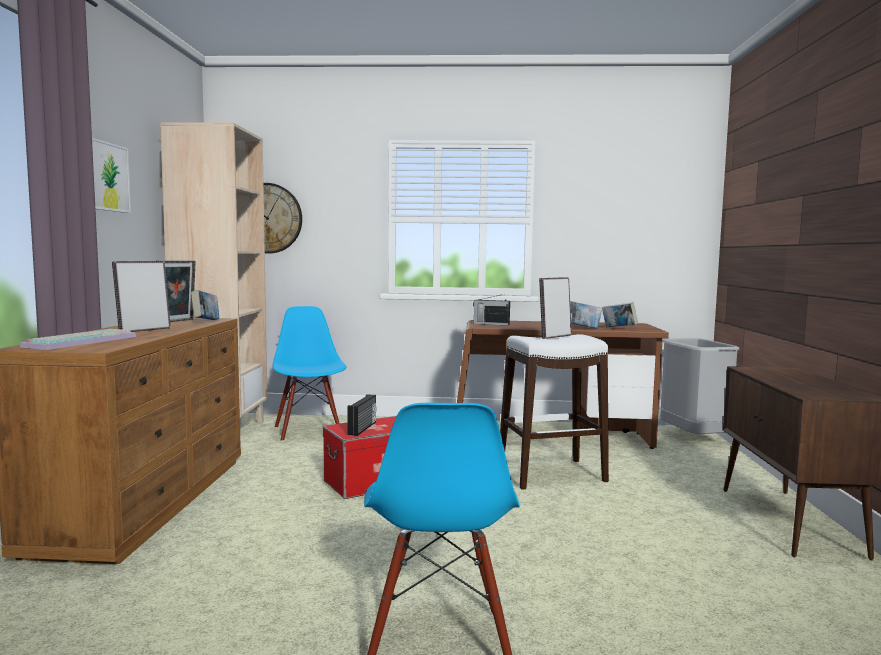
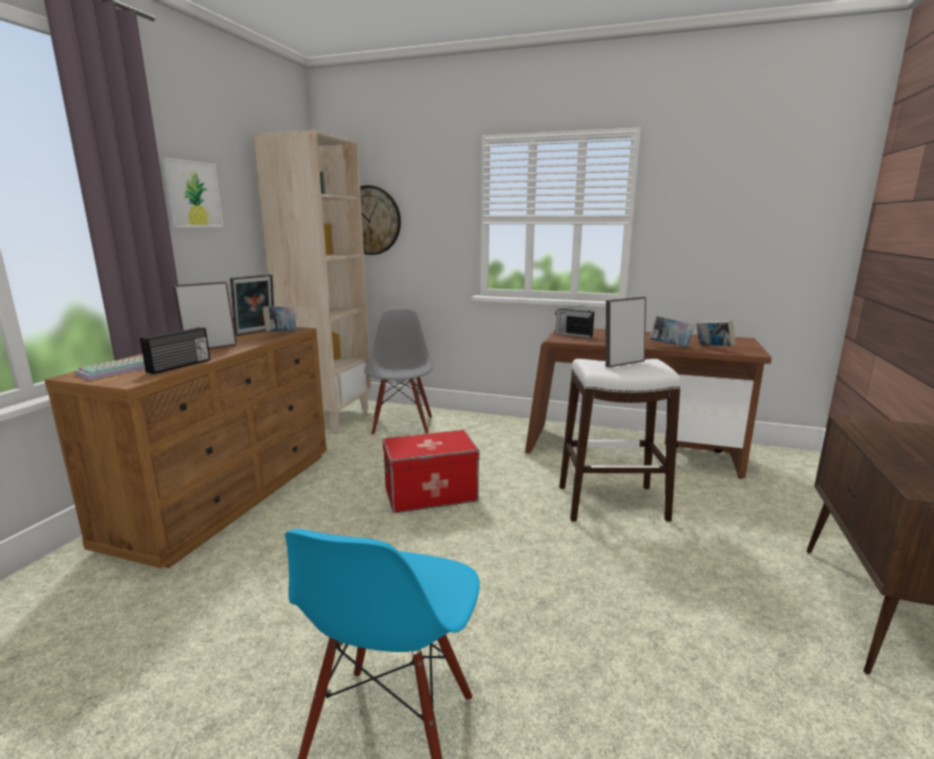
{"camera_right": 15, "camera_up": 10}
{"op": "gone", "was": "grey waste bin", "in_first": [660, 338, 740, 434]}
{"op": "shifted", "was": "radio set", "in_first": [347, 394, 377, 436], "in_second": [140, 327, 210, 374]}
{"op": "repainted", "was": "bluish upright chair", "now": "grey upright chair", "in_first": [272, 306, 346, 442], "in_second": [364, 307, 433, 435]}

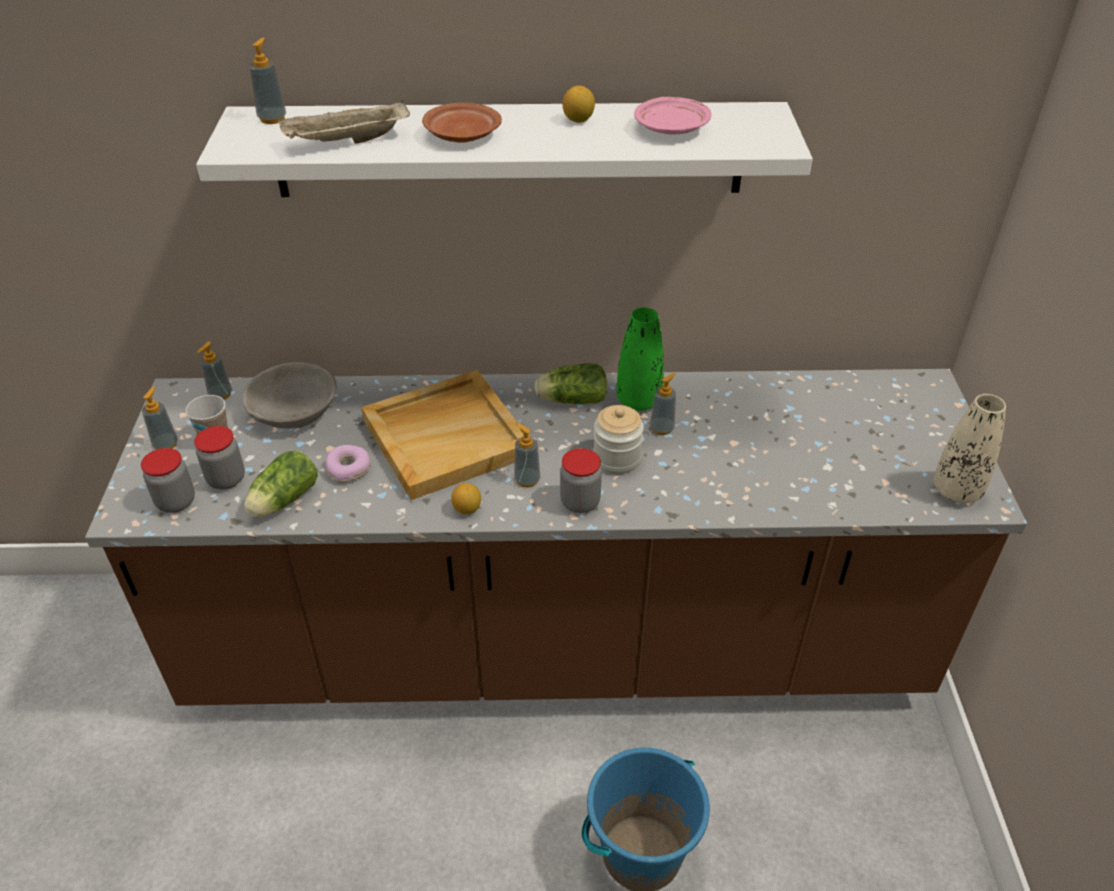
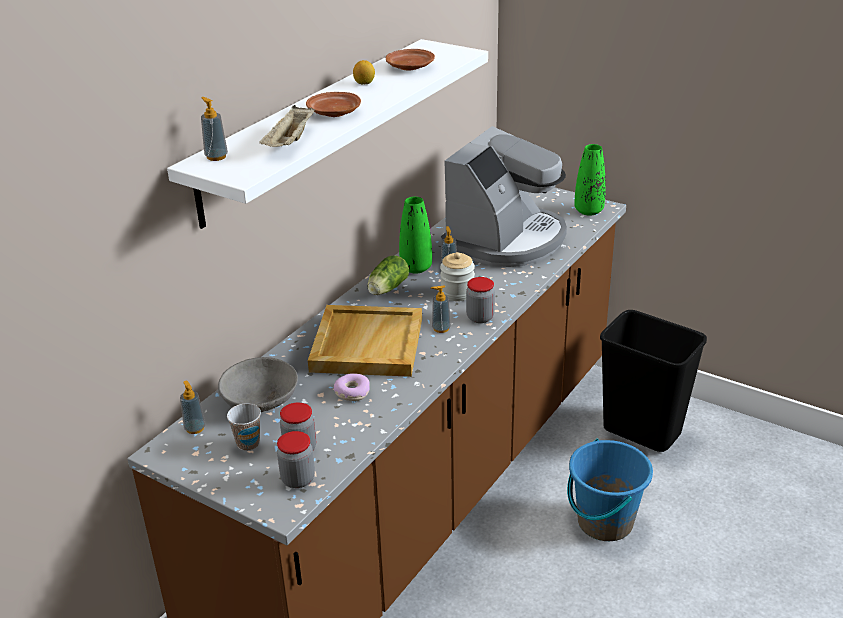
{"camera_right": -55, "camera_up": -10}
{"op": "gone", "was": "soap bottle", "in_first": [142, 386, 178, 449]}
{"op": "gone", "was": "head of lettuce", "in_first": [244, 450, 318, 517]}
{"op": "gone", "was": "citrus fruit", "in_first": [451, 483, 481, 515]}
{"op": "new", "now": "coffee brewer", "in_second": [441, 126, 567, 267]}
{"op": "new", "now": "blackish waste bin", "in_second": [600, 310, 707, 452]}
{"op": "repainted", "was": "pink flat dish", "now": "brown-coloured flat dish", "in_first": [634, 97, 711, 135], "in_second": [386, 49, 435, 71]}
{"op": "repainted", "was": "beige-coloured flower vase", "now": "green-coloured flower vase", "in_first": [934, 394, 1006, 503], "in_second": [574, 144, 606, 216]}

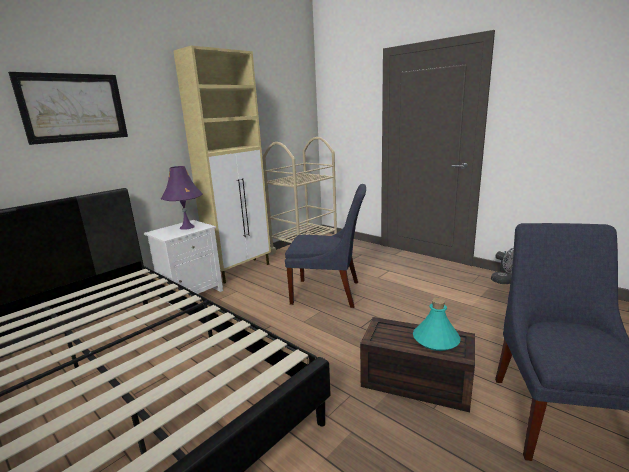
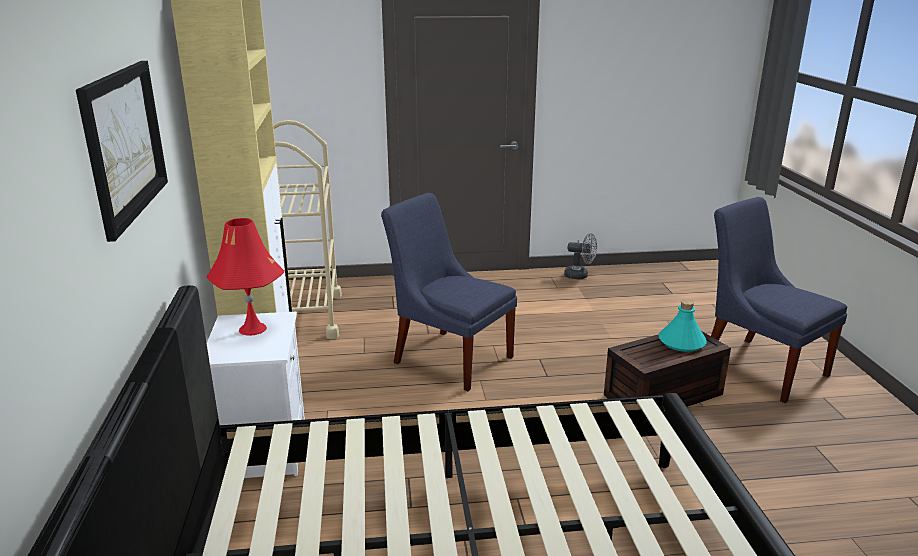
{"camera_right": -50, "camera_up": 5}
{"op": "repainted", "was": "purplish table lamp", "now": "red table lamp", "in_first": [161, 166, 203, 230], "in_second": [206, 218, 285, 336]}
{"op": "rotated", "was": "bluish upright chair", "in_first": [285, 184, 366, 308], "in_second": [381, 193, 517, 391], "clockwise": -105}

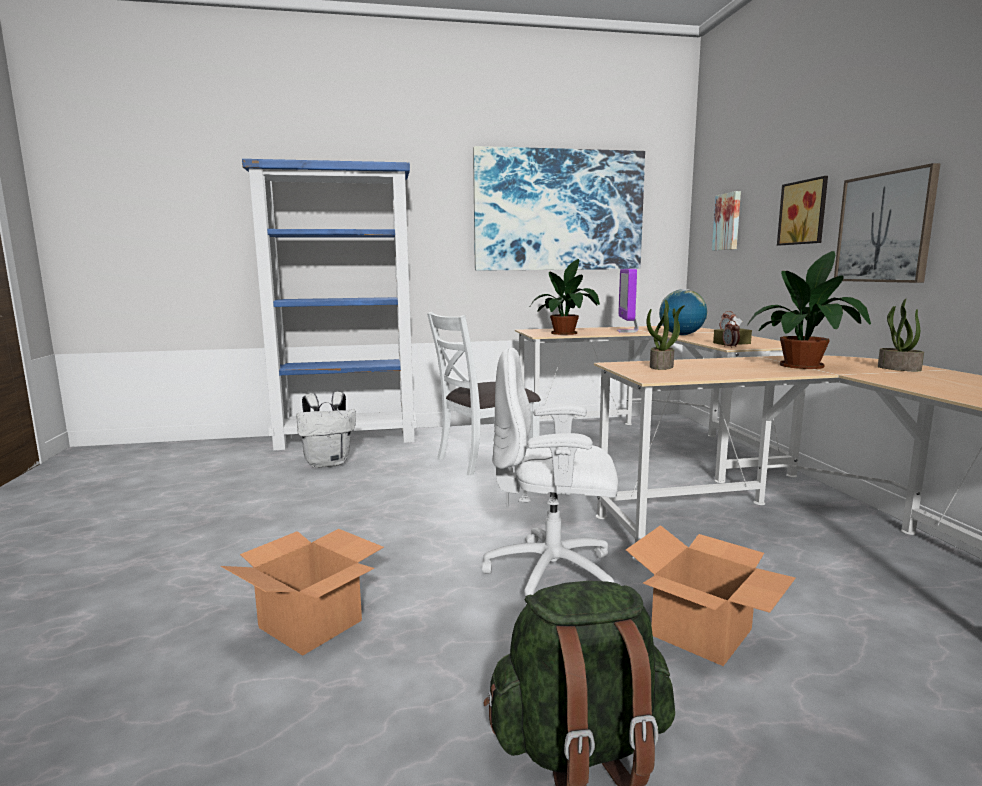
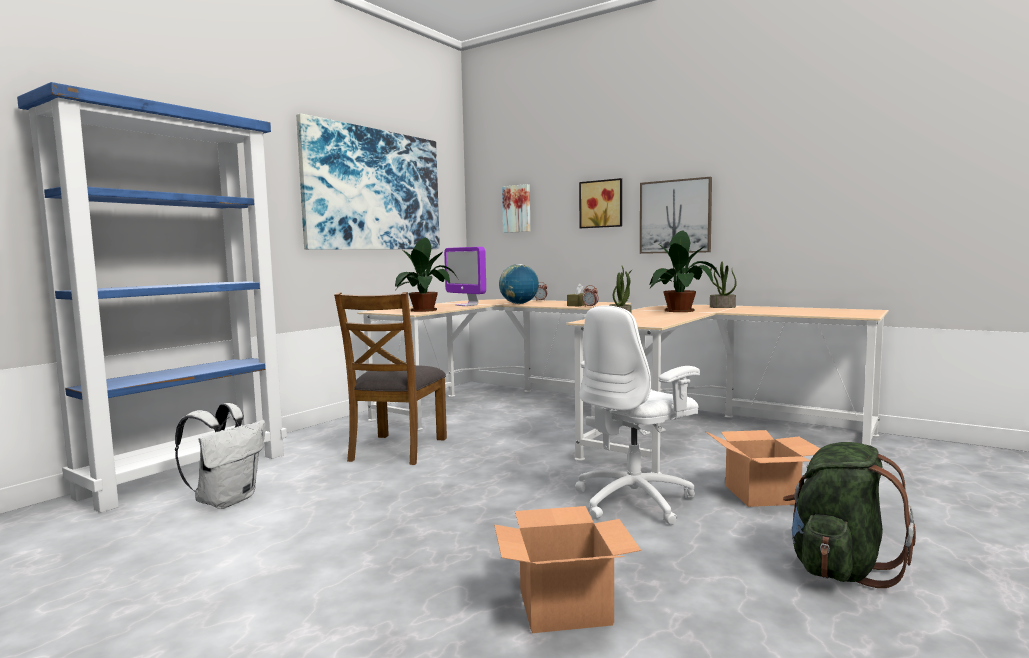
{"camera_right": -45, "camera_up": -5}
{"op": "repainted", "was": "whitish upright chair", "now": "brown-coloured upright chair", "in_first": [427, 312, 541, 476], "in_second": [334, 292, 447, 465]}

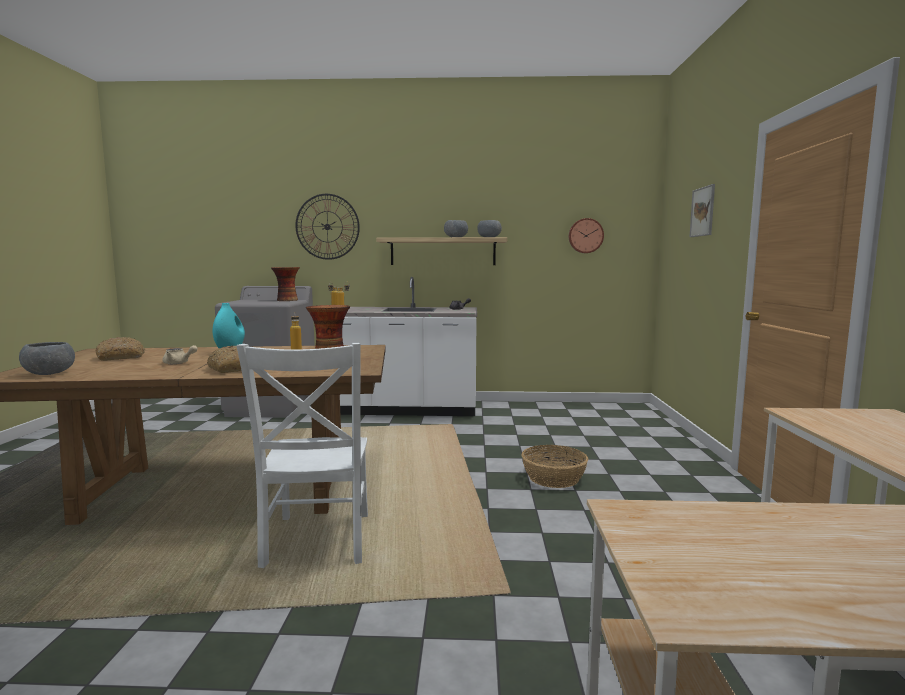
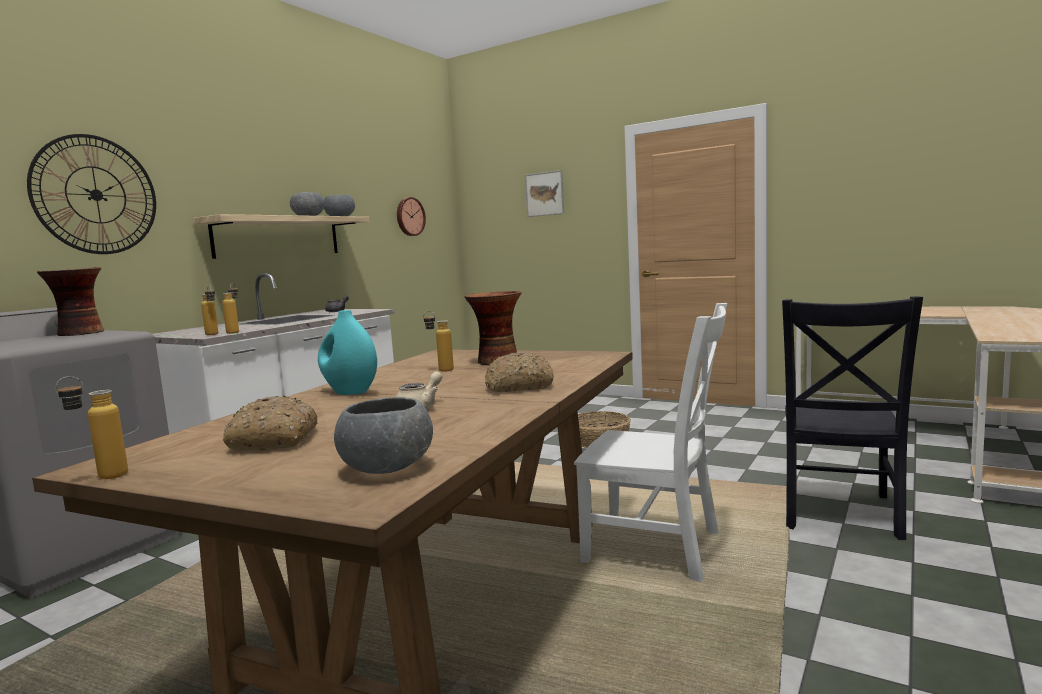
{"camera_right": -60, "camera_up": 0}
{"op": "new", "now": "bottle", "in_second": [55, 376, 128, 479]}
{"op": "new", "now": "blackish upright chair", "in_second": [782, 296, 923, 540]}

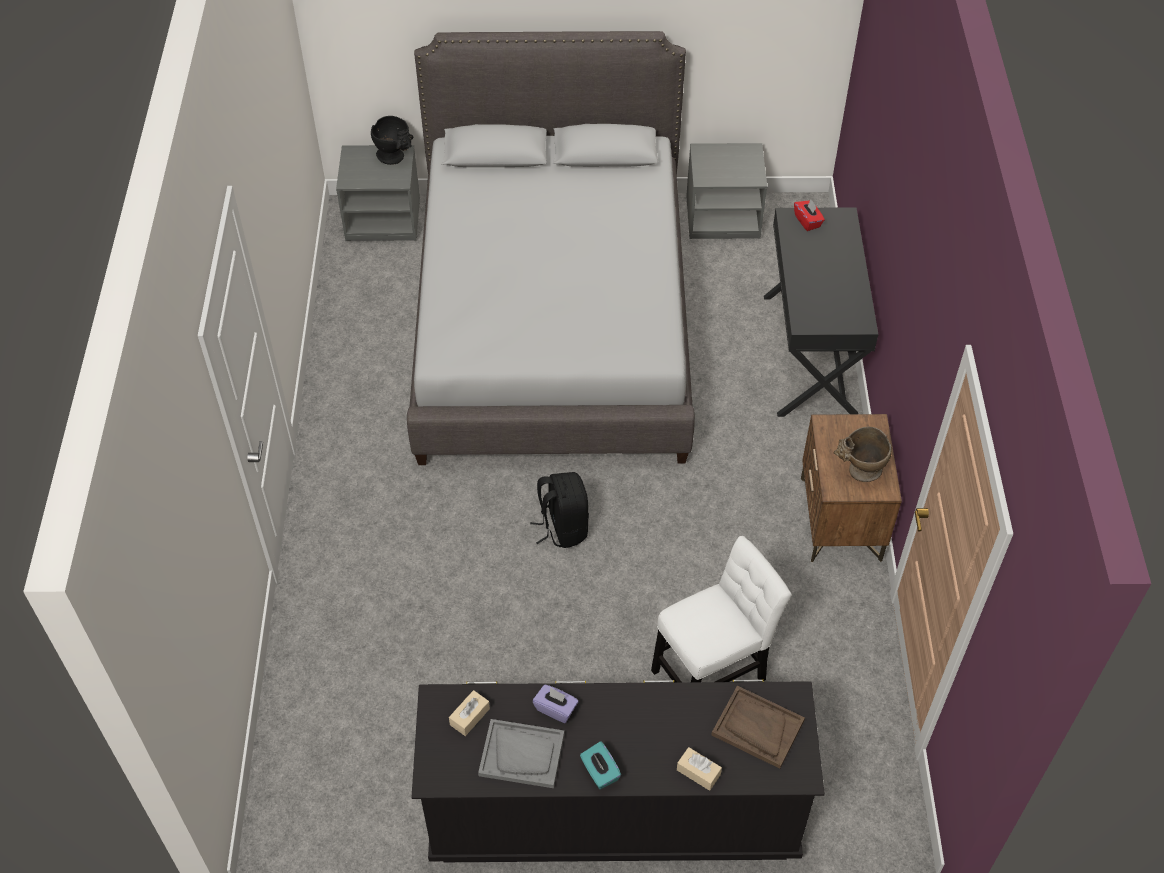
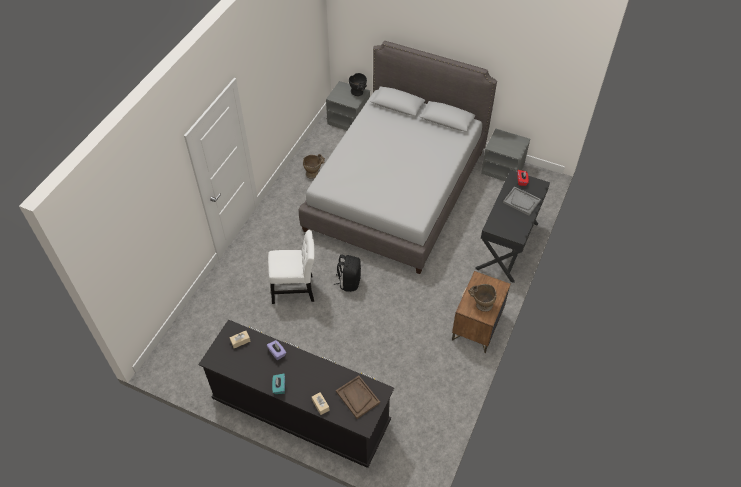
{"camera_right": 25, "camera_up": 0}
{"op": "new", "now": "beige-coloured flower vase", "in_second": [303, 154, 325, 179]}
{"op": "shifted", "was": "grey tray", "in_first": [478, 719, 564, 788], "in_second": [503, 187, 541, 216]}
{"op": "shifted", "was": "whitish upright chair", "in_first": [651, 536, 792, 683], "in_second": [268, 230, 315, 304]}

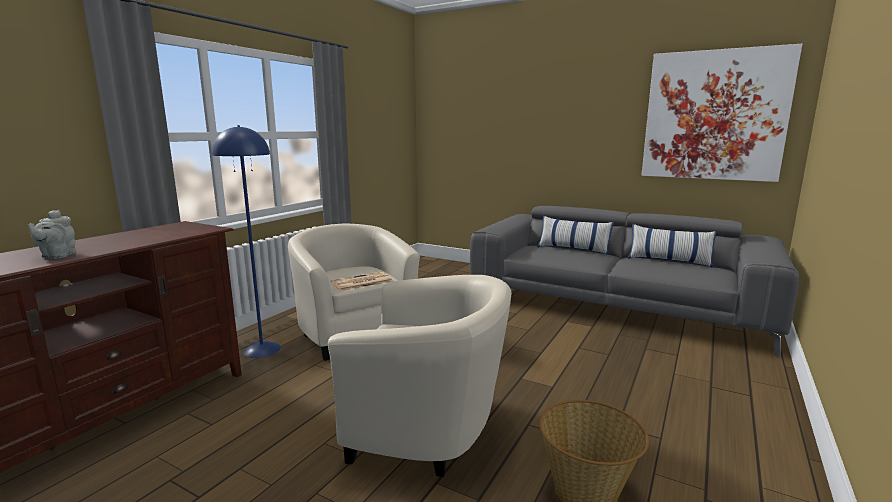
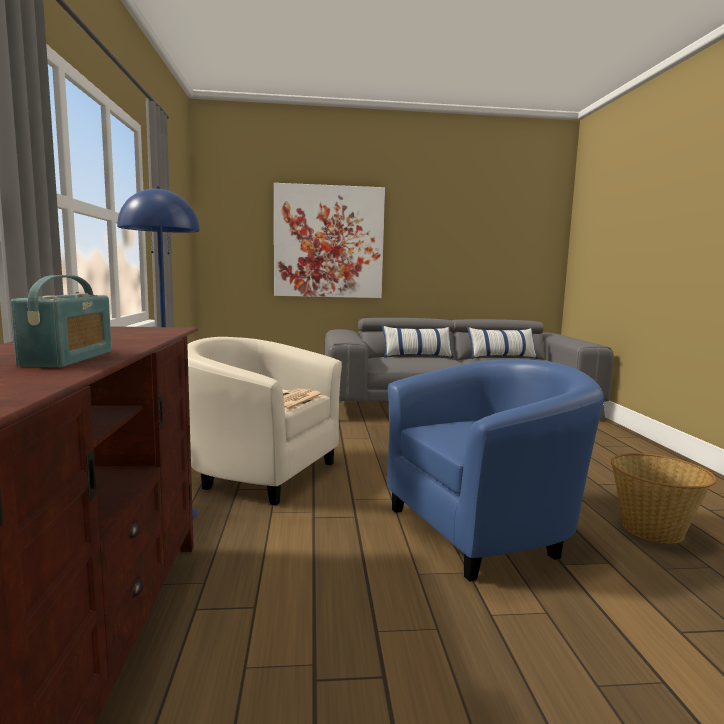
{"camera_right": -35, "camera_up": -5}
{"op": "shifted", "was": "wall art", "in_first": [641, 44, 802, 182], "in_second": [274, 183, 385, 298]}
{"op": "swapped", "was": "grey teapot", "now": "radio set", "in_first": [28, 210, 76, 259], "in_second": [10, 275, 112, 367]}
{"op": "repainted", "was": "beige-coloured lounge chair", "now": "bluish lounge chair", "in_first": [328, 275, 512, 477], "in_second": [387, 360, 604, 582]}

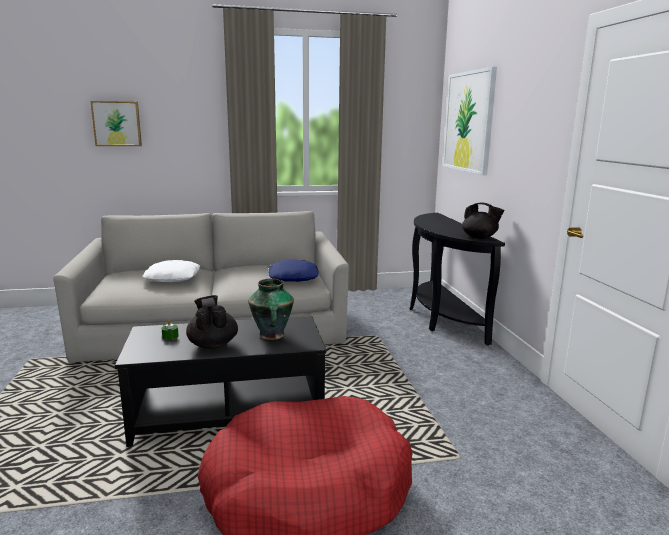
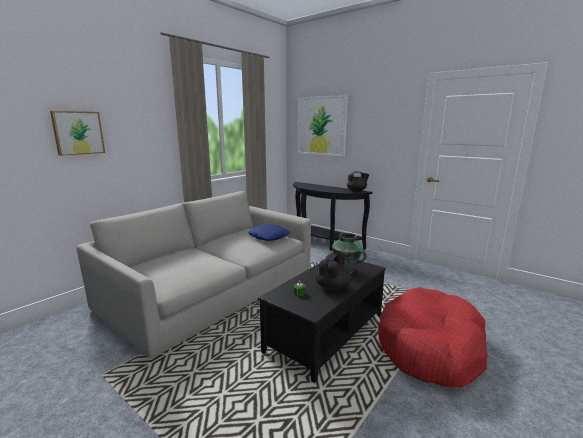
{"camera_right": -40, "camera_up": 0}
{"op": "gone", "was": "whitish cushion", "in_first": [143, 260, 200, 282]}
{"op": "rotated", "was": "blackish teapot", "in_first": [186, 295, 238, 349], "in_second": [315, 253, 352, 290], "clockwise": 90}

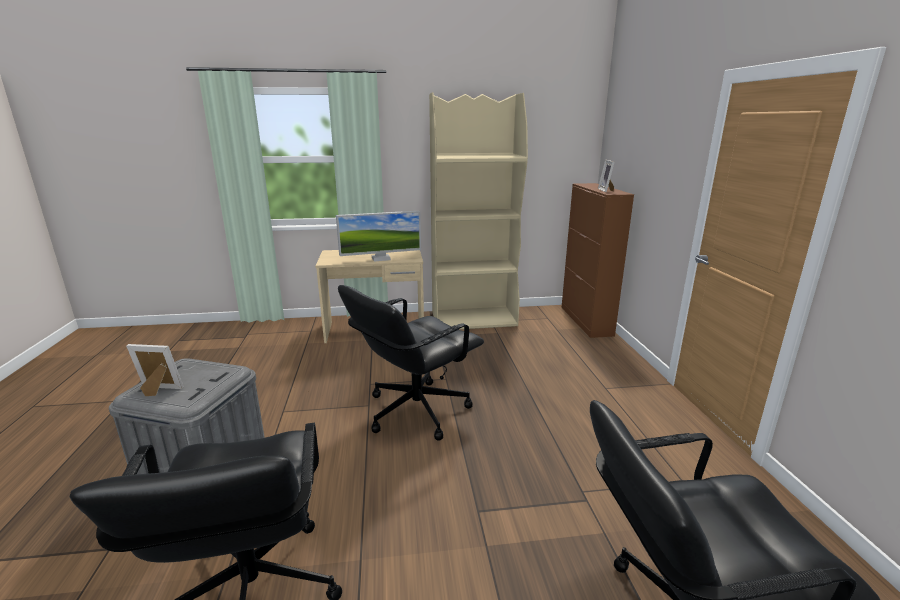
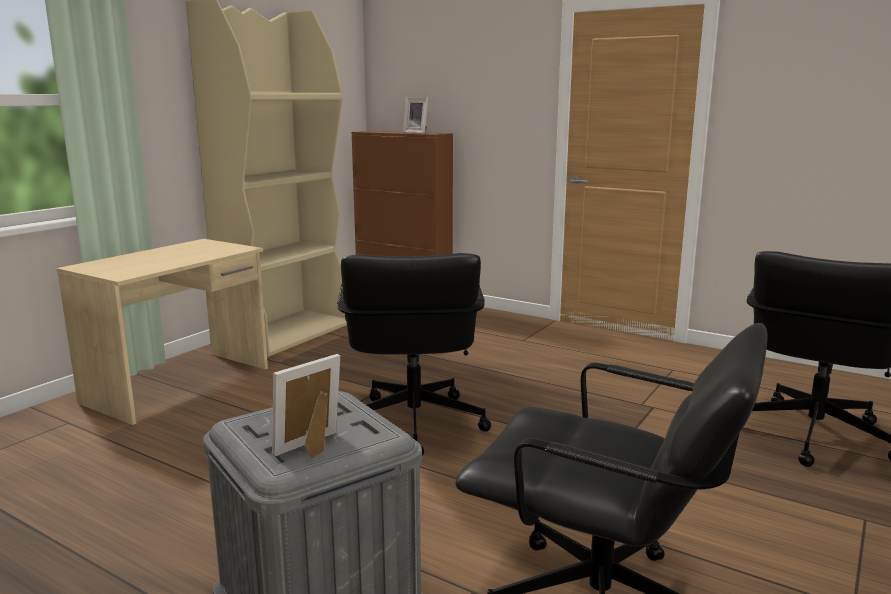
{"camera_right": -50, "camera_up": -5}
{"op": "gone", "was": "monitor", "in_first": [336, 211, 421, 262]}

